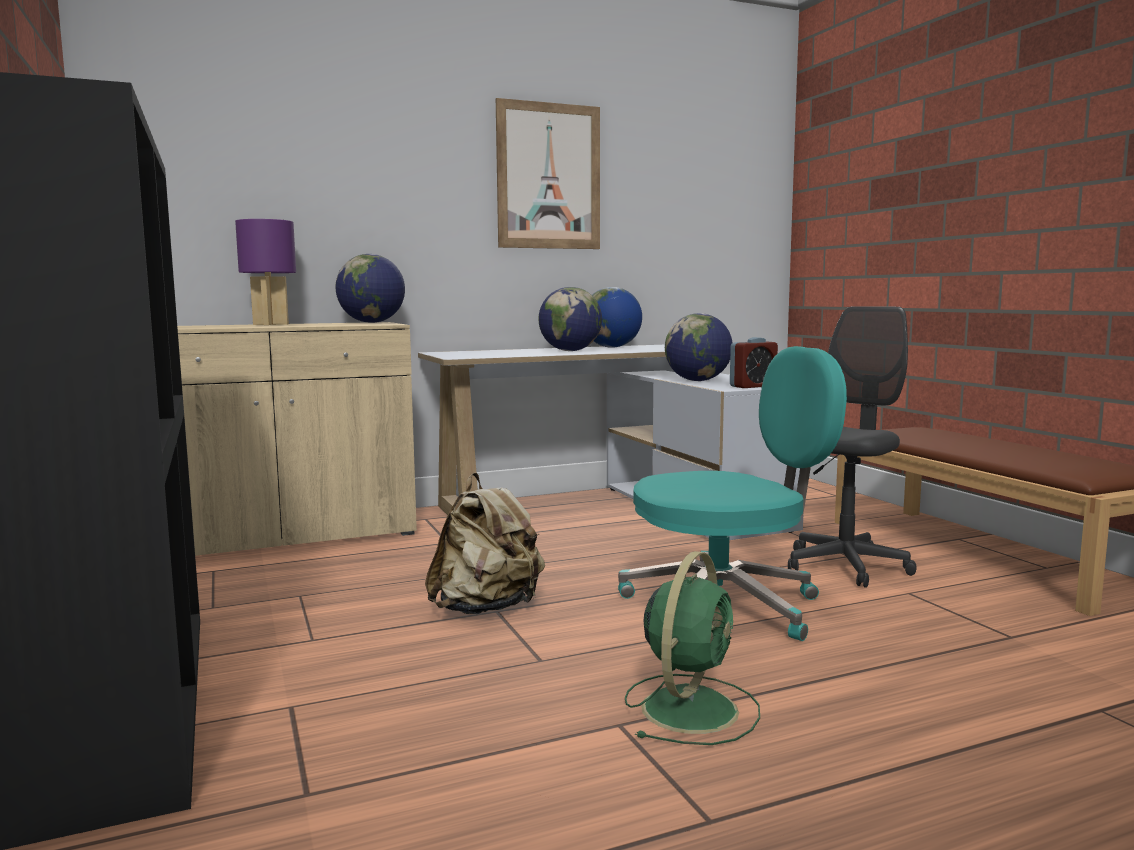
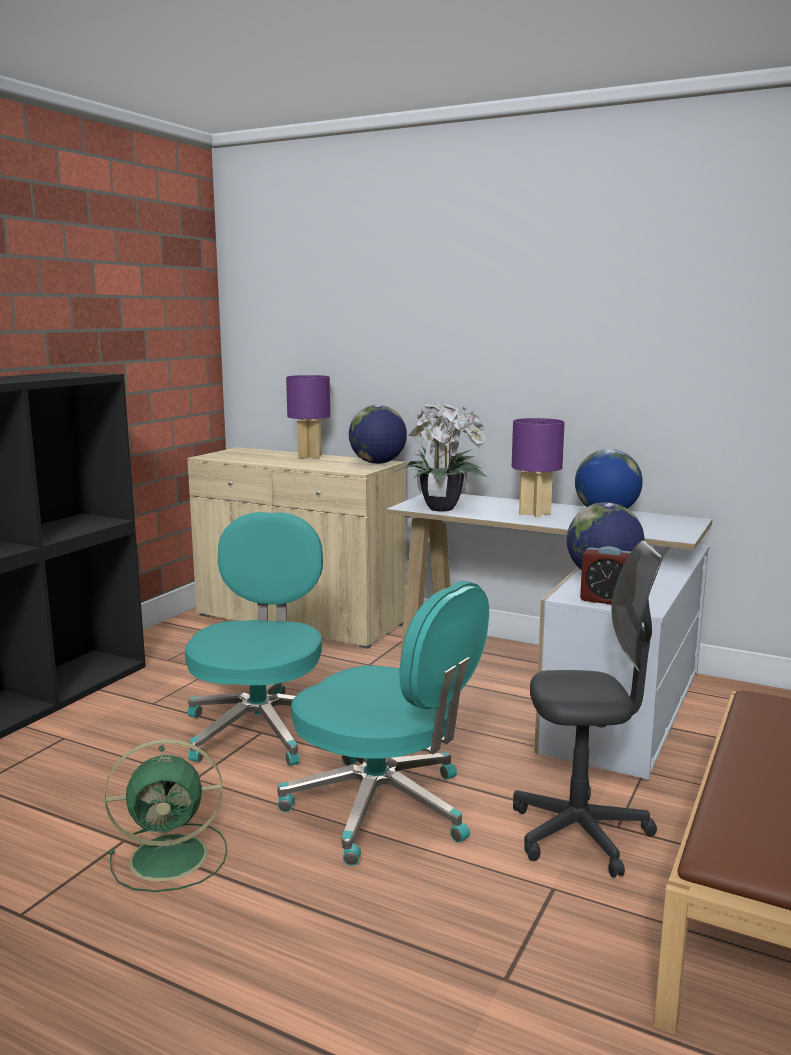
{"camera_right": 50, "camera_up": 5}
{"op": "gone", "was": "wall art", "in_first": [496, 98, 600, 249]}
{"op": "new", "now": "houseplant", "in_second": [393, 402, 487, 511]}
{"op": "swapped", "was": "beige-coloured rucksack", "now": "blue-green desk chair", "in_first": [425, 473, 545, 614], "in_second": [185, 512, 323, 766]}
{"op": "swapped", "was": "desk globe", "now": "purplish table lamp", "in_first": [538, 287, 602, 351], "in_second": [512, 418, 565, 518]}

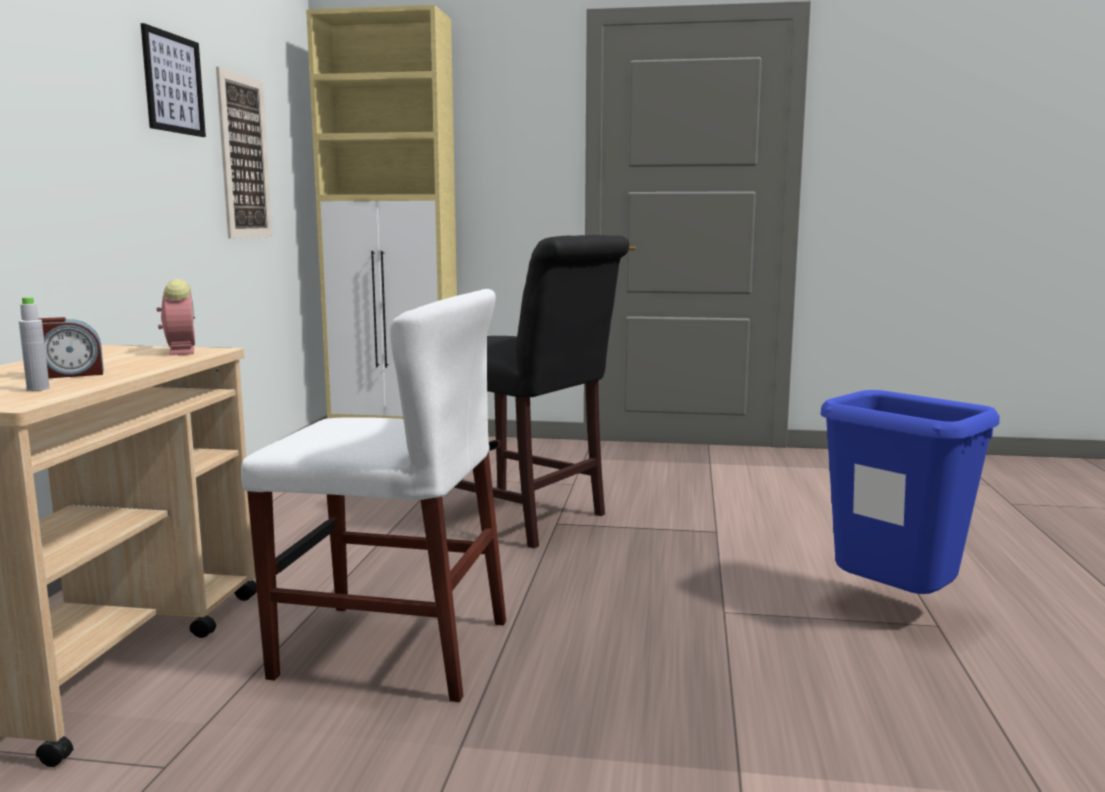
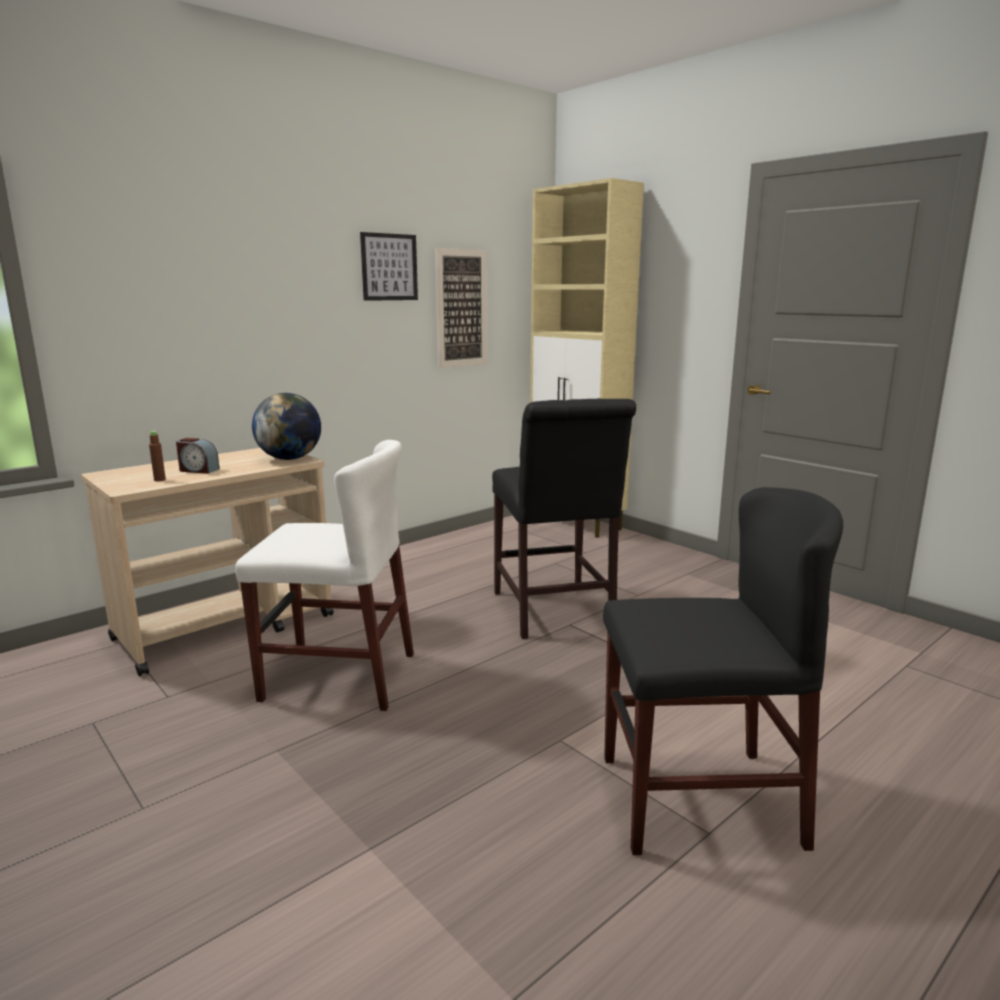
{"camera_right": 40, "camera_up": 5}
{"op": "swapped", "was": "bedside clock", "now": "desk globe", "in_first": [157, 279, 195, 355], "in_second": [252, 393, 321, 460]}
{"op": "swapped", "was": "bluish waste bin", "now": "blackish upright chair", "in_first": [821, 390, 1000, 594], "in_second": [603, 487, 843, 855]}
{"op": "repainted", "was": "grey bottle", "now": "brown-coloured bottle", "in_first": [19, 297, 50, 391], "in_second": [149, 431, 166, 481]}
{"op": "rotated", "was": "whitish upright chair", "in_first": [241, 289, 506, 702], "in_second": [235, 440, 414, 711], "clockwise": -45}

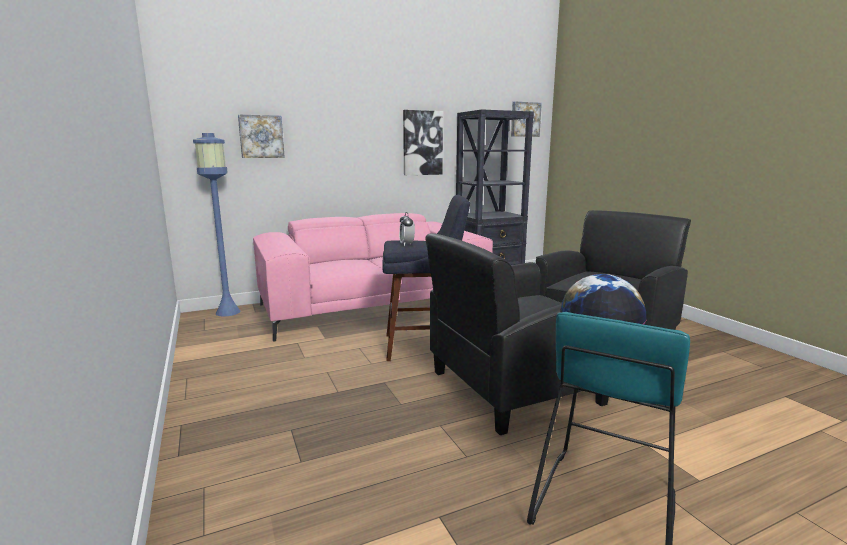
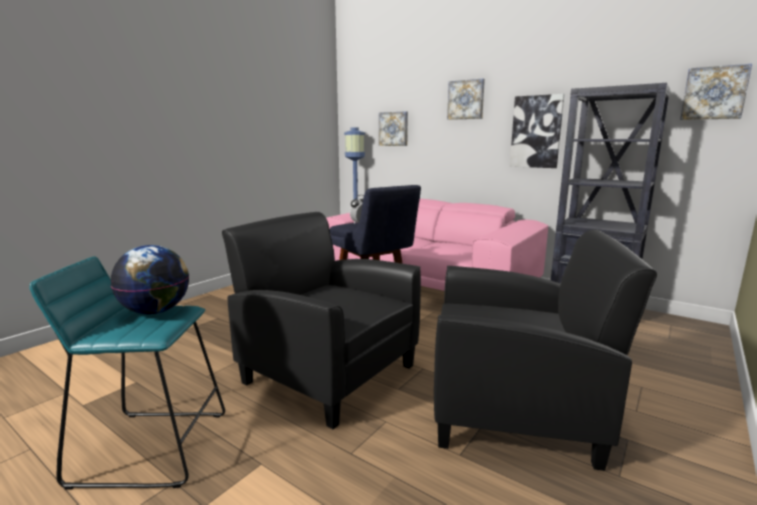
{"camera_right": 60, "camera_up": 0}
{"op": "new", "now": "wall art", "in_second": [447, 79, 485, 120]}

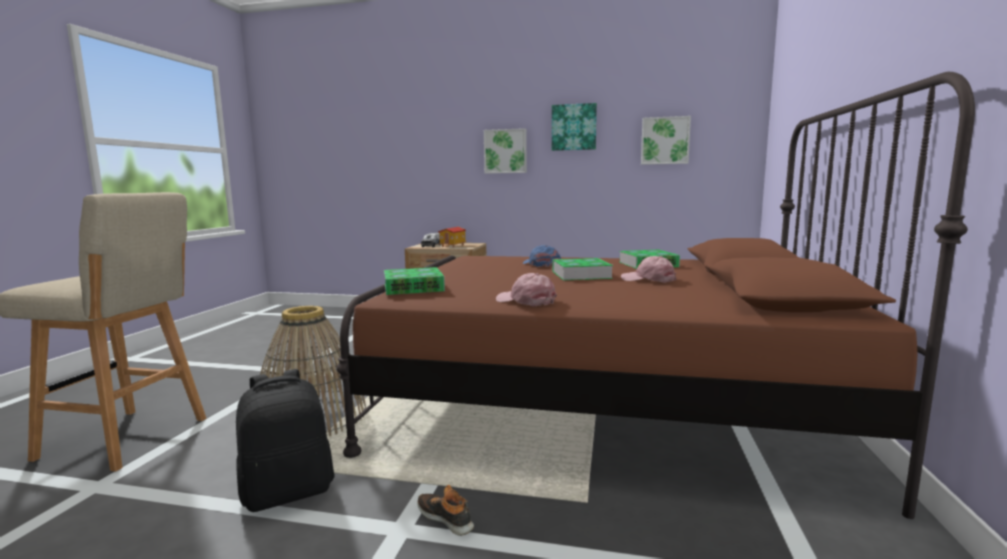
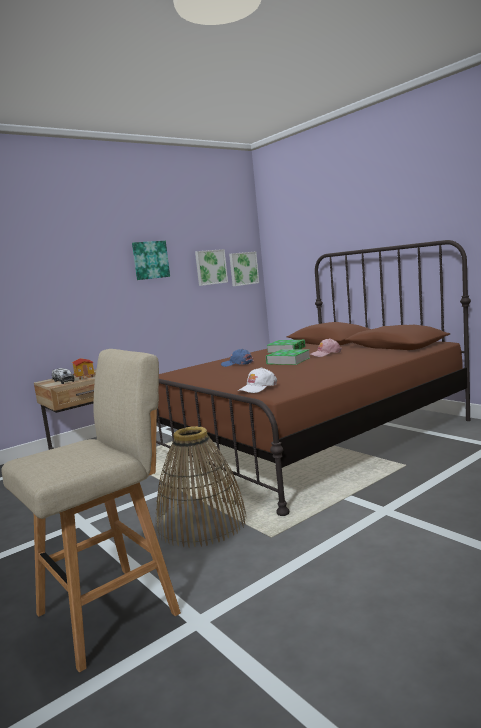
{"camera_right": -50, "camera_up": 0}
{"op": "gone", "was": "blackish rucksack", "in_first": [236, 369, 334, 512]}
{"op": "gone", "was": "shoe", "in_first": [417, 485, 474, 536]}
{"op": "gone", "was": "pink cap", "in_first": [496, 273, 557, 306]}
{"op": "shifted", "was": "wall art", "in_first": [484, 128, 527, 174], "in_second": [229, 252, 259, 286]}
{"op": "swapped", "was": "volume", "now": "whitish cap", "in_first": [384, 267, 445, 295], "in_second": [238, 367, 277, 393]}

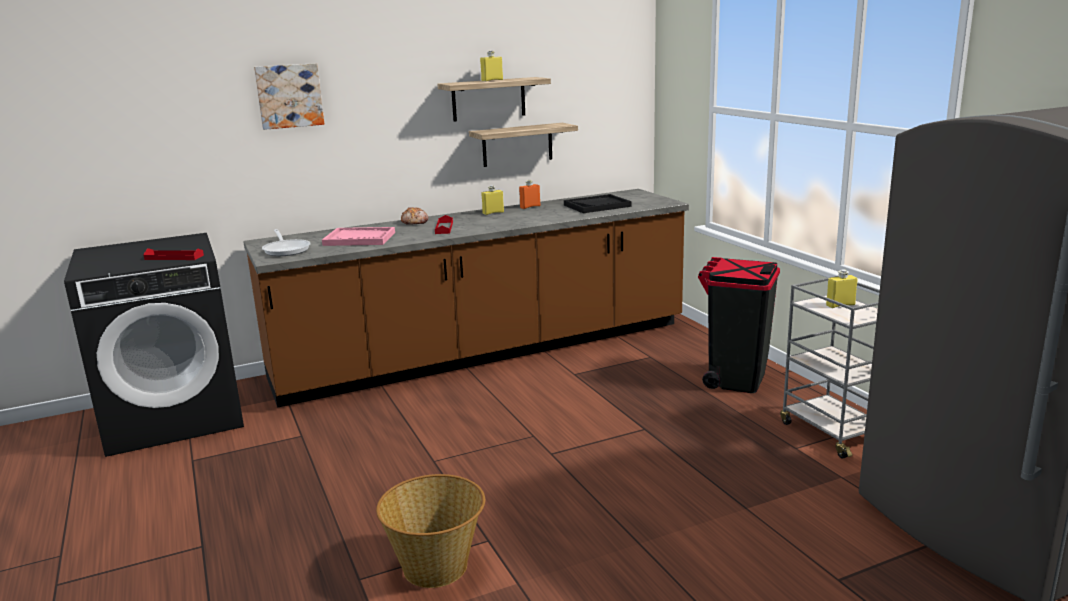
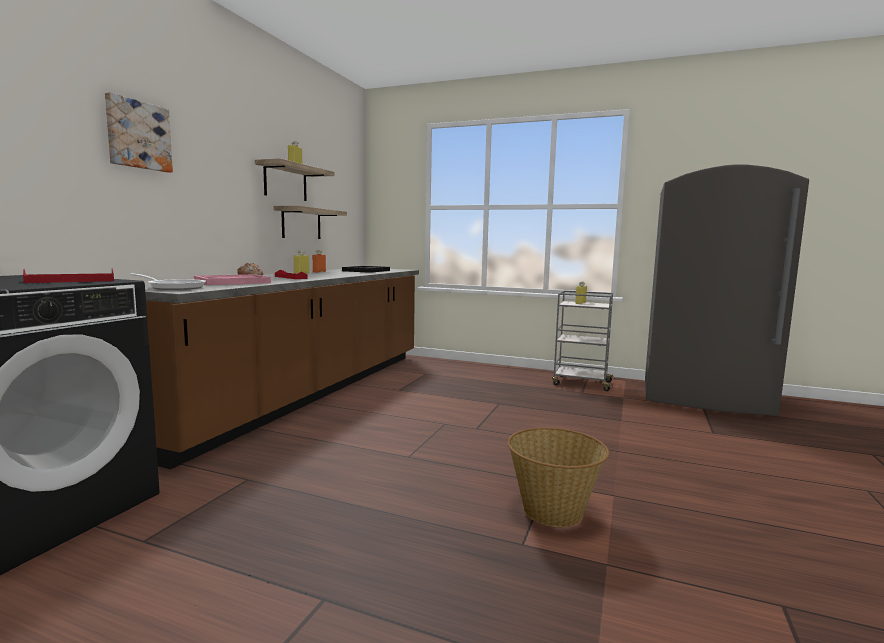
{"camera_right": -45, "camera_up": -10}
{"op": "gone", "was": "blackish waste bin", "in_first": [698, 257, 780, 393]}

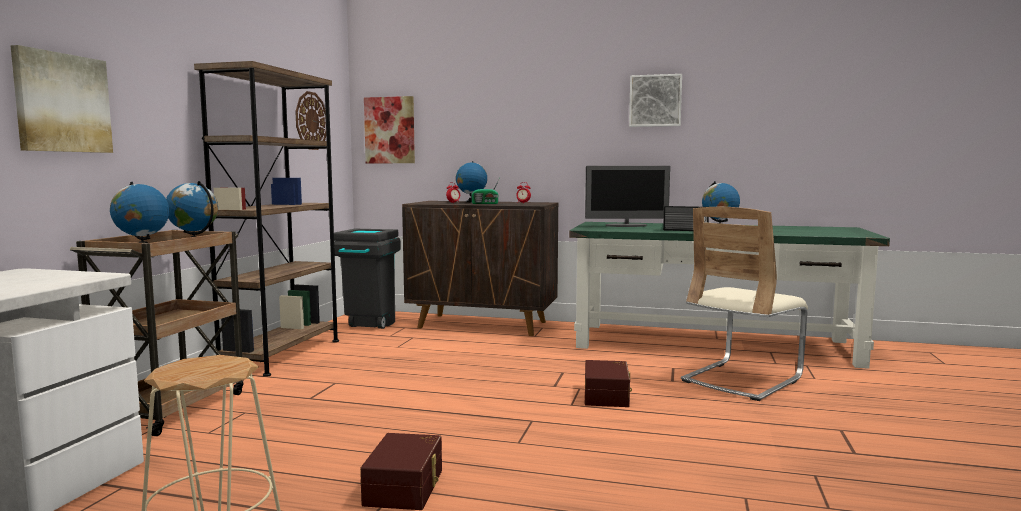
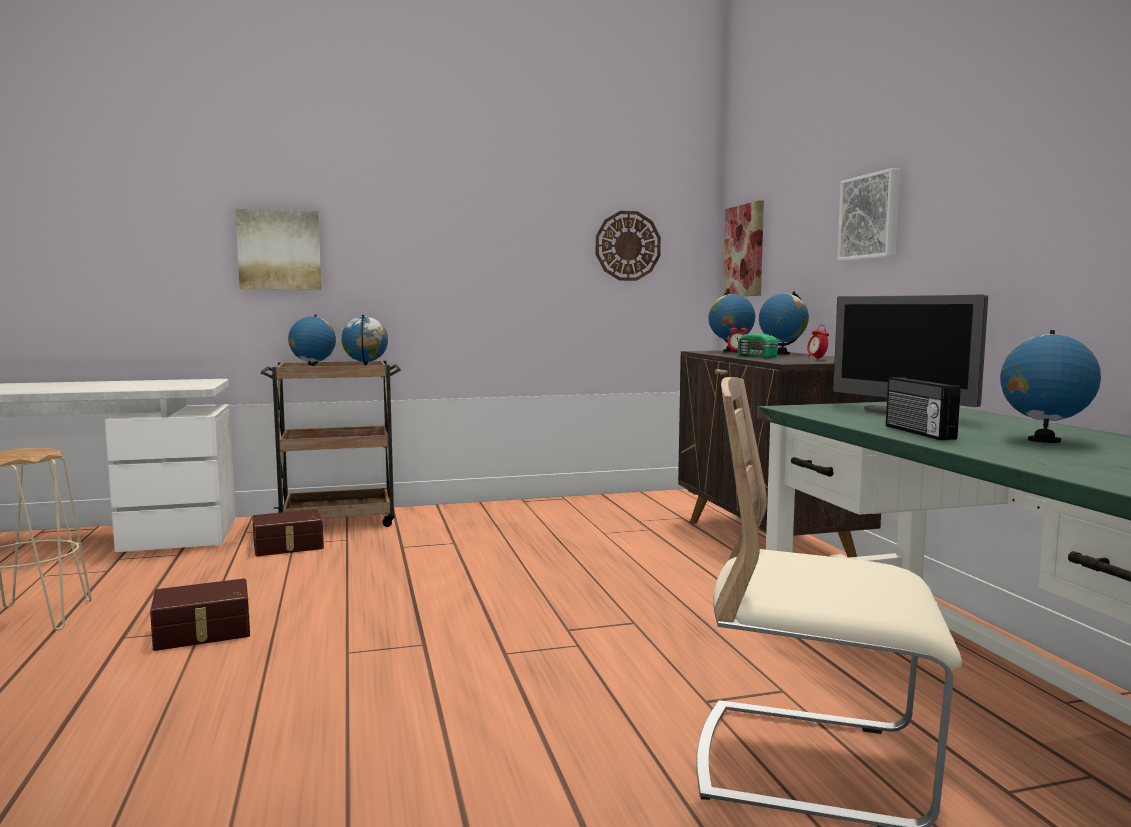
{"camera_right": 60, "camera_up": 0}
{"op": "gone", "was": "brown-coloured bookshelf", "in_first": [194, 61, 339, 377]}
{"op": "gone", "was": "grey waste bin", "in_first": [334, 229, 401, 329]}
{"op": "new", "now": "desk globe", "in_second": [708, 292, 755, 352]}
{"op": "shifted", "was": "brown-coloured storage bin", "in_first": [585, 360, 632, 407], "in_second": [252, 509, 324, 556]}
{"op": "shifted", "was": "wall art", "in_first": [629, 74, 682, 127], "in_second": [837, 168, 900, 261]}

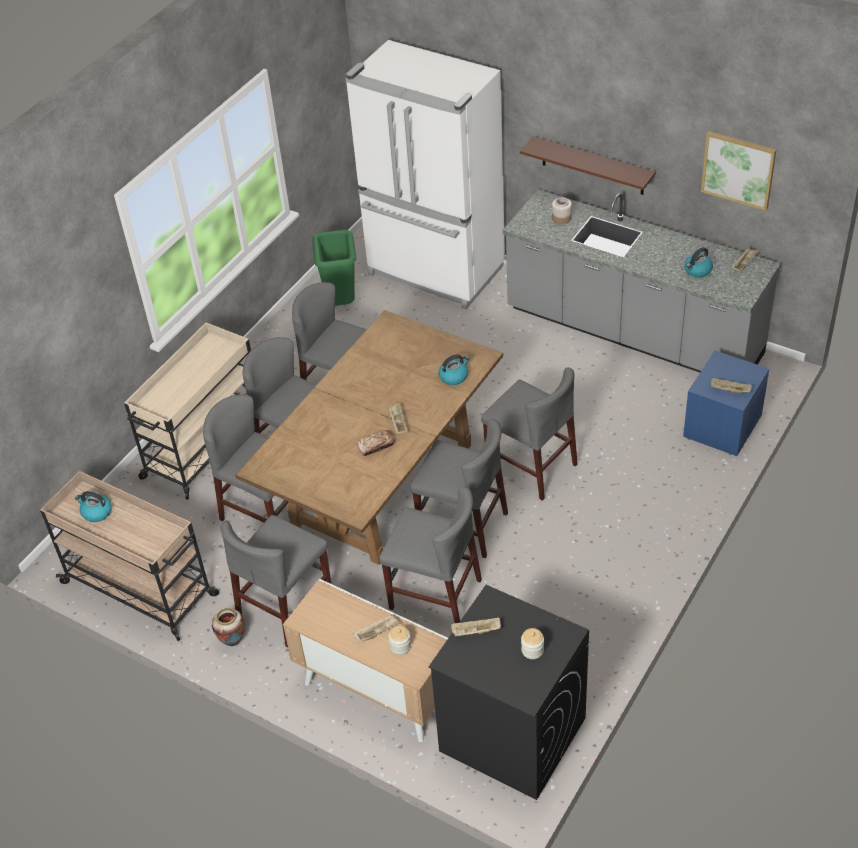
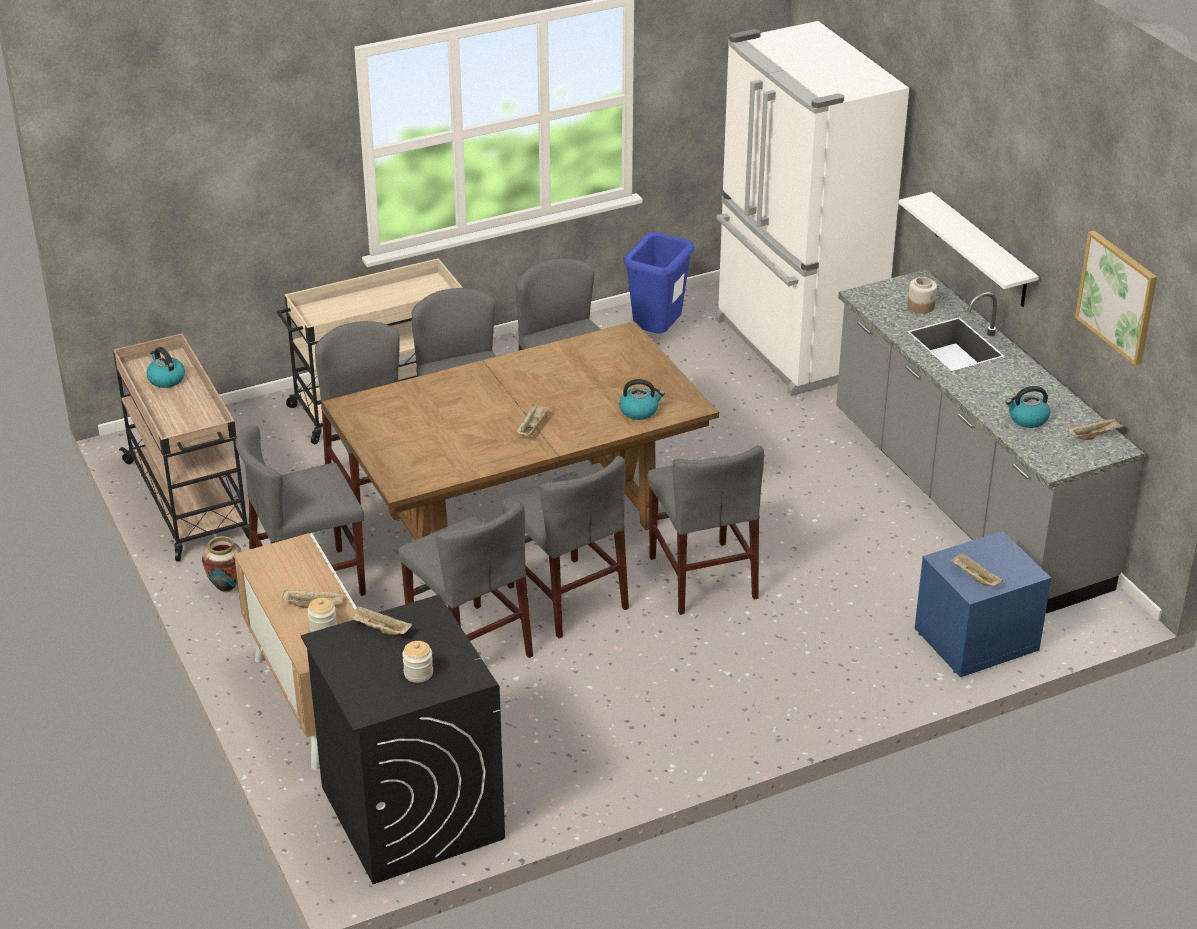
{"camera_right": 30, "camera_up": -10}
{"op": "gone", "was": "baked bread", "in_first": [356, 430, 395, 456]}
{"op": "repainted", "was": "green-coloured waste bin", "now": "bluish waste bin", "in_first": [312, 230, 356, 306], "in_second": [623, 232, 694, 333]}
{"op": "repainted", "was": "brown-coloured bracket shelf", "now": "whitish bracket shelf", "in_first": [520, 136, 656, 195], "in_second": [899, 192, 1039, 307]}

